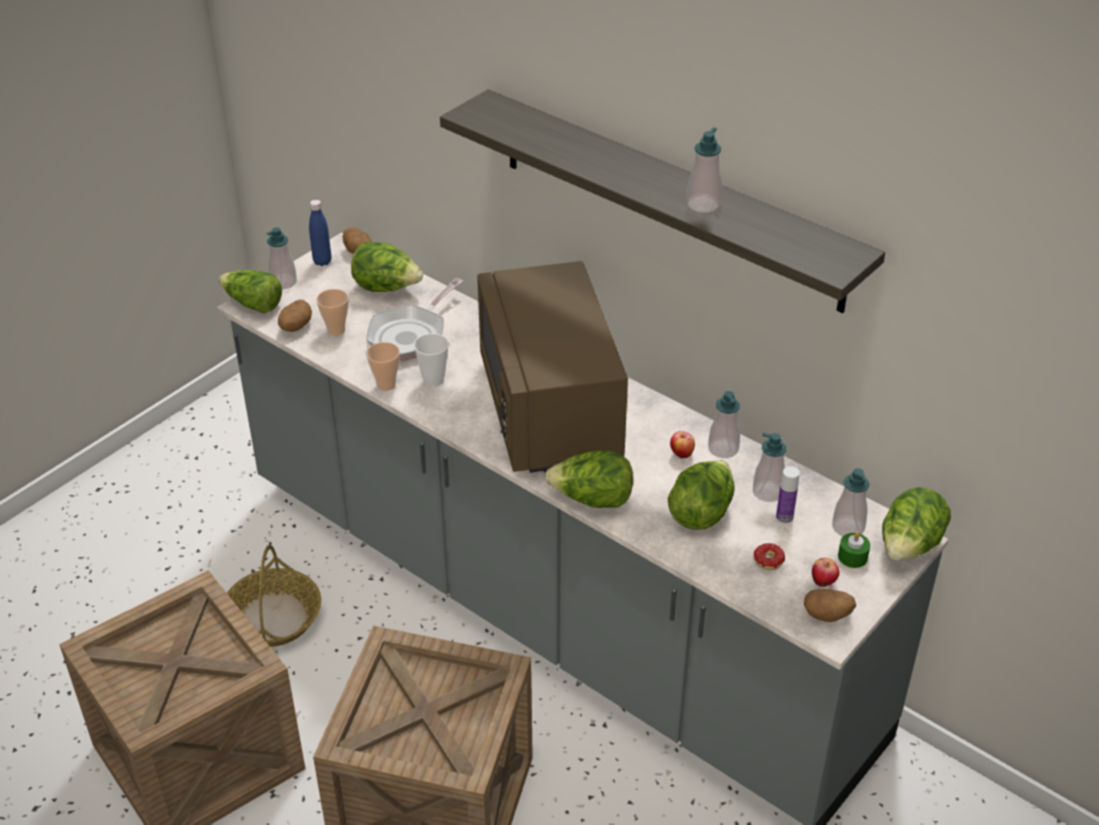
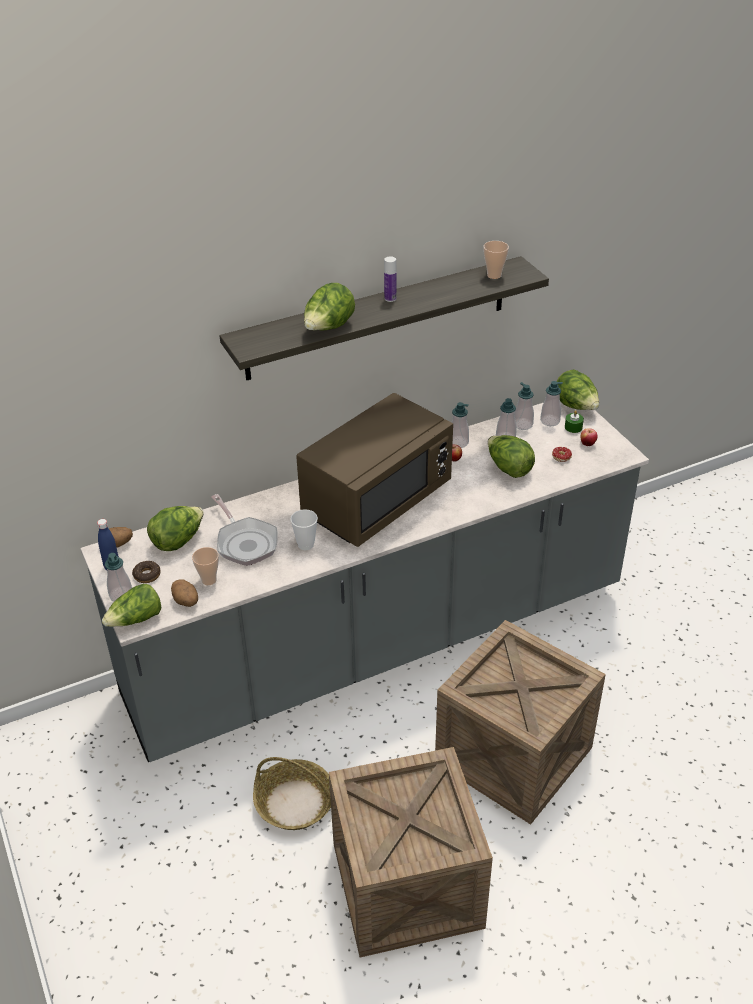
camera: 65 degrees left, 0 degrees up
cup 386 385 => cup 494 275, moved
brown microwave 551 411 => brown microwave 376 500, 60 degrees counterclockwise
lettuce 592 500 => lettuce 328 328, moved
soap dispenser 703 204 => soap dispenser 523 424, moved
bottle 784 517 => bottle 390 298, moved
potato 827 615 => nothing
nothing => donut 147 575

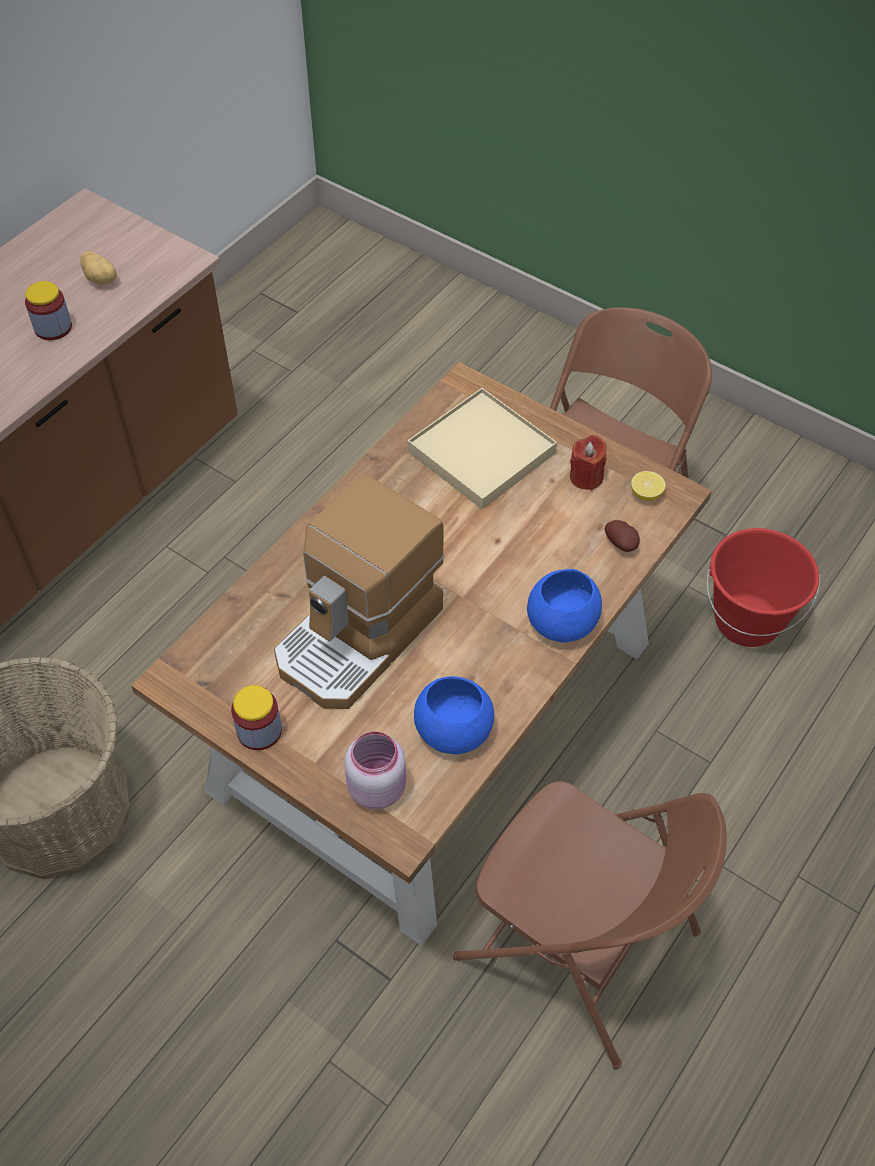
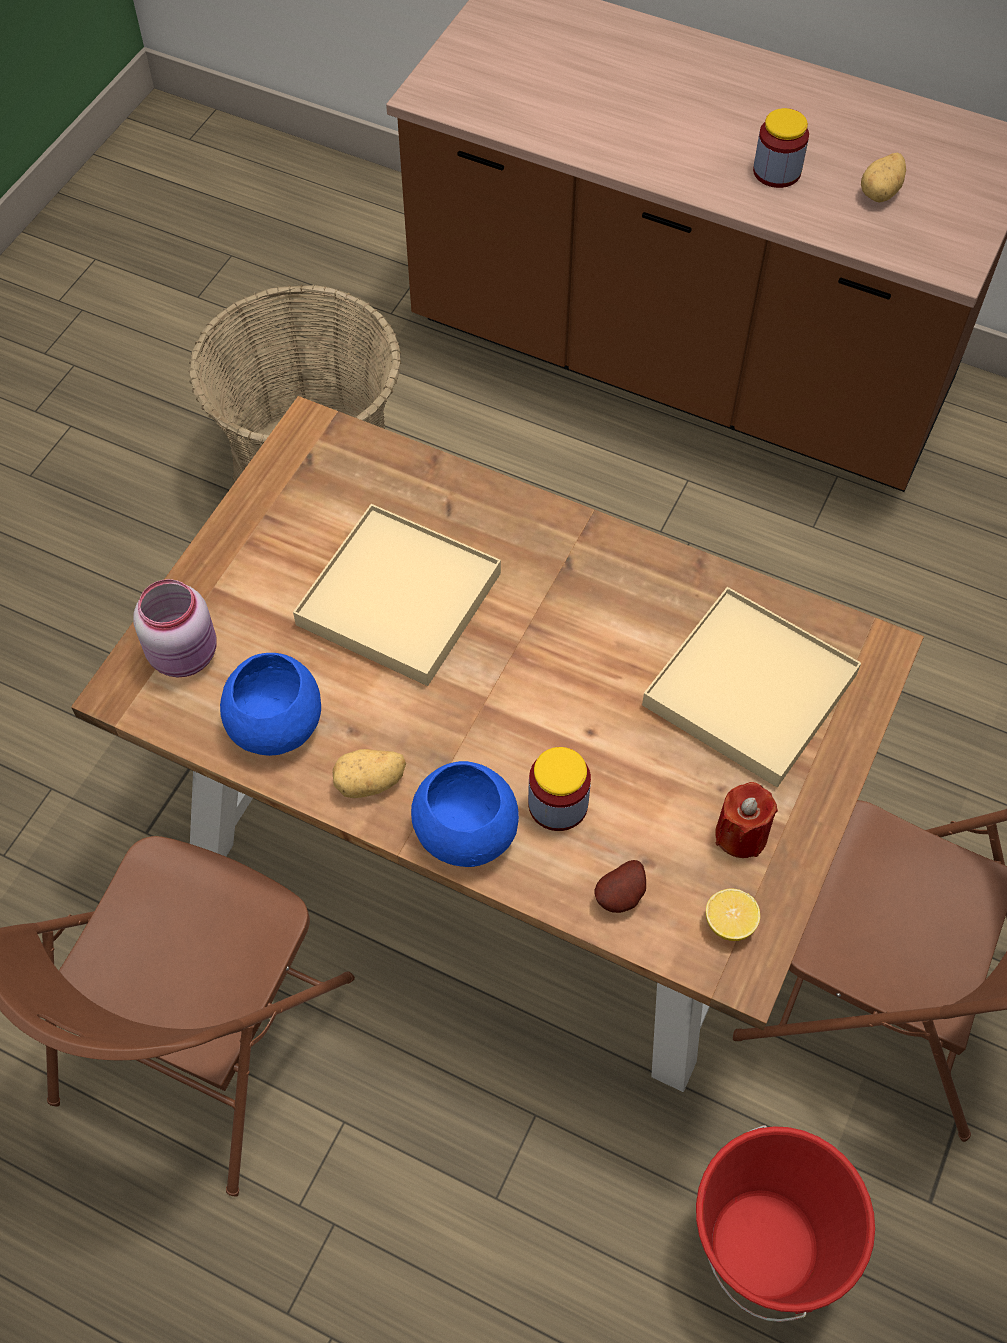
camera: 80 degrees right, 5 degrees up
jar 259 731 => jar 558 804, moved
coffee machine 360 637 => beige tray 399 599
nothing => potato 370 783

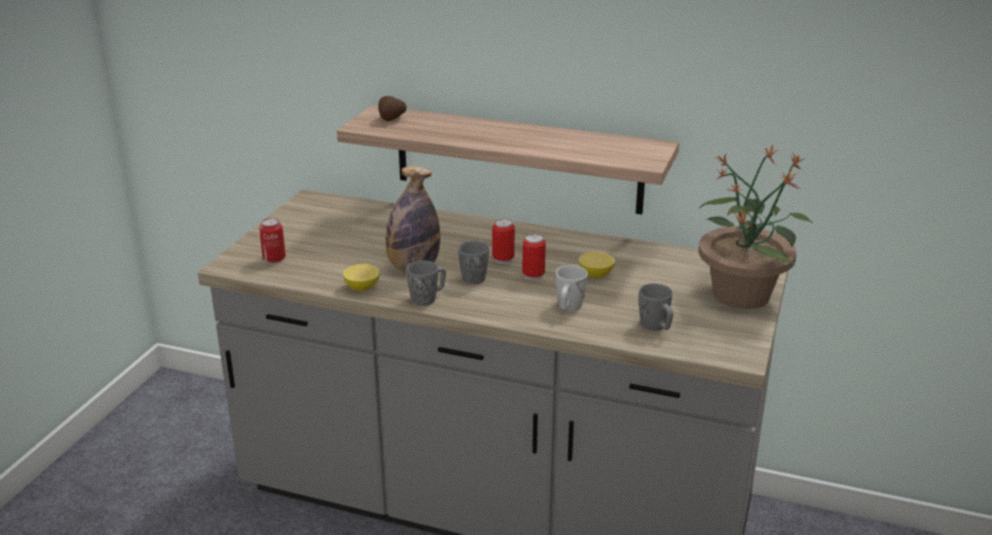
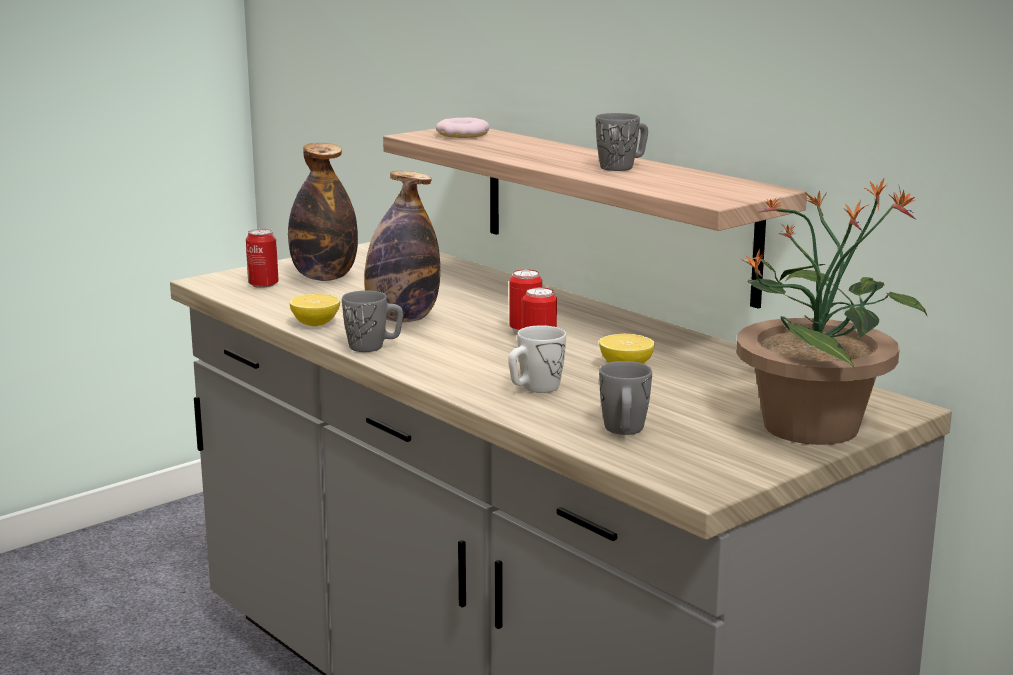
camera: 30 degrees right, 10 degrees down
potato 391 119 => donut 463 134
grey mug 476 277 => grey mug 622 167, moved
nothing => bottle 324 277

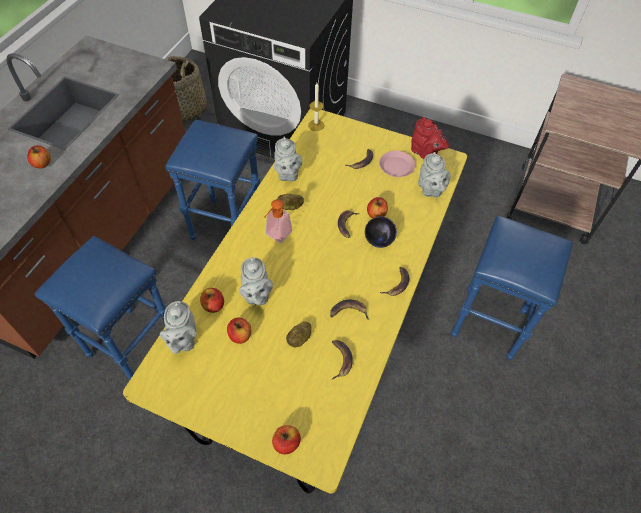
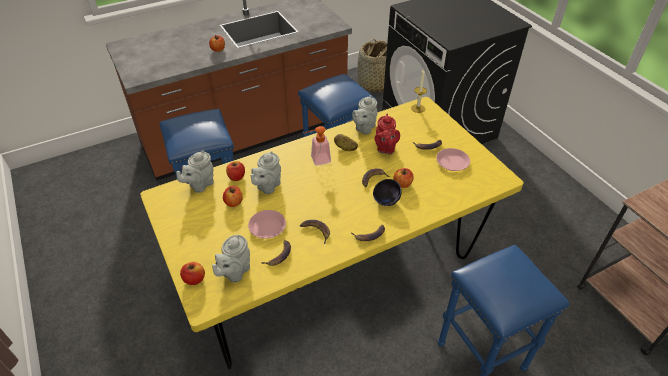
camera: 40 degrees right, 10 degrees down
potato 300 338 => pink plate 267 227
red teapot 425 153 => red teapot 385 148, moved
grey teapot 430 190 => grey teapot 235 272, moved

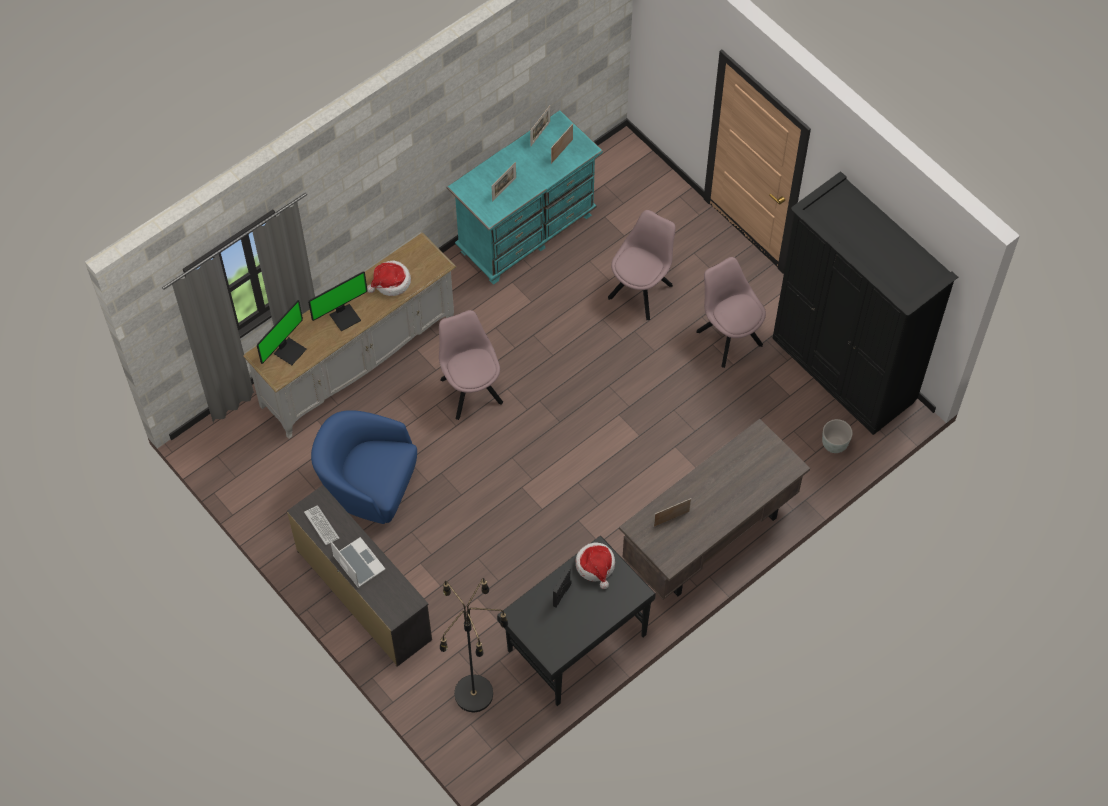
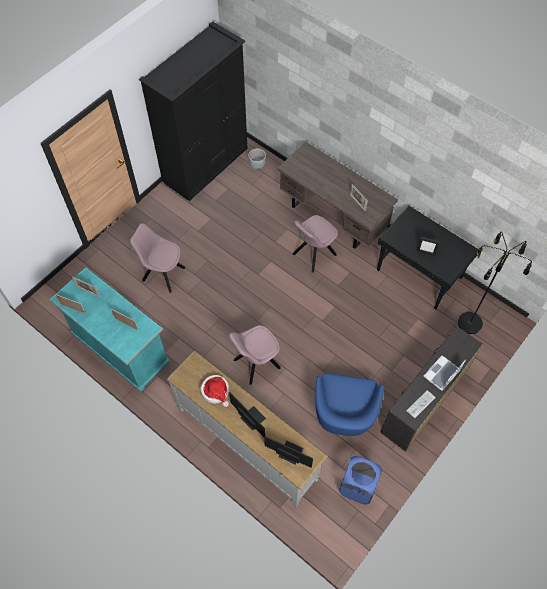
camera: 100 degrees left, 0 degrees up
hat 596 566 => nothing
pink chair 728 338 => pink chair 313 254, moved
nothing => blue laundry basket 357 487

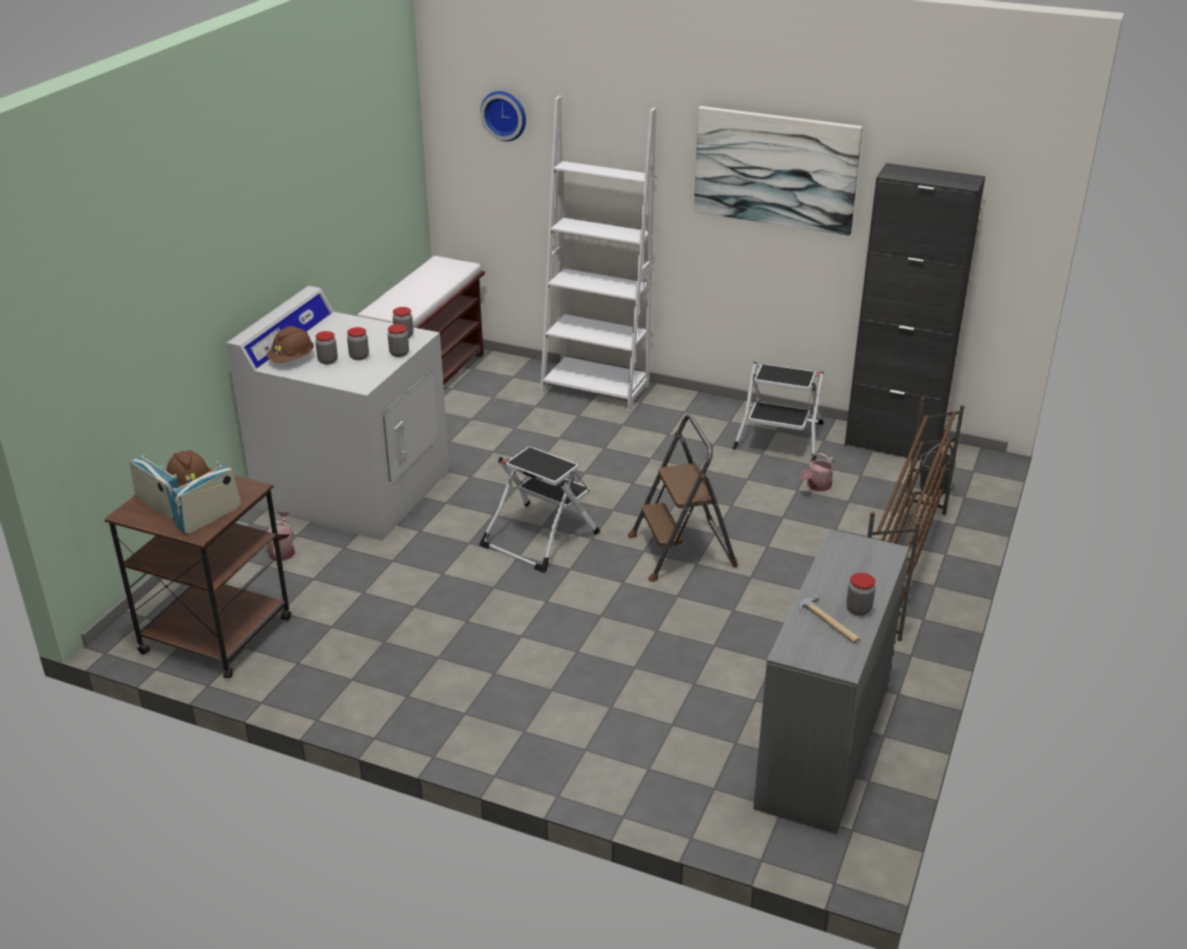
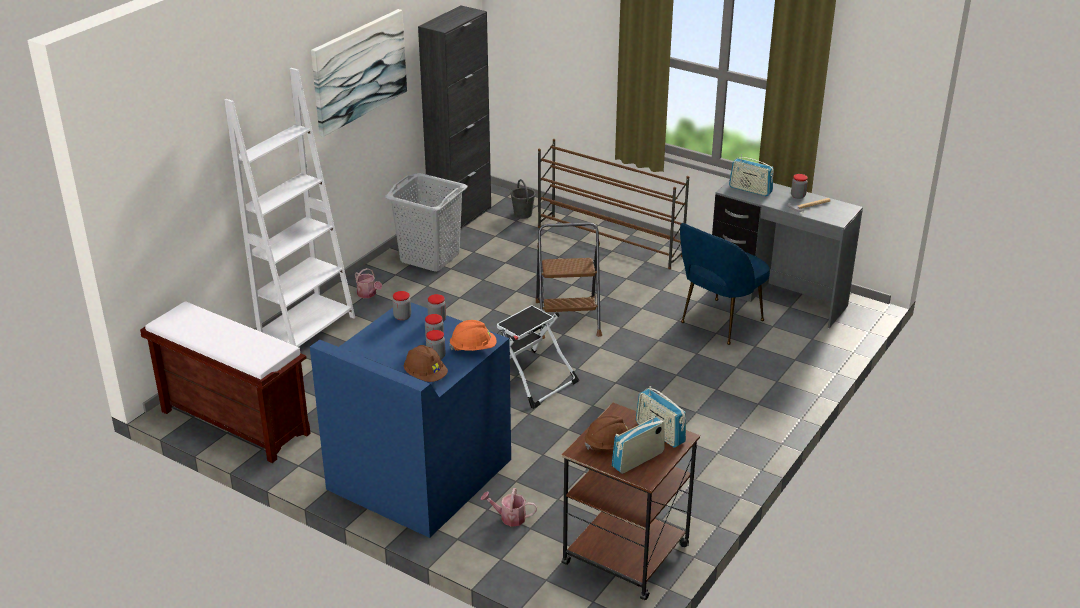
camera: 80 degrees left, 0 degrees up
white washing machine 354 488 => blue washing machine 419 473
wall clock 505 114 => nothing
step ladder 780 437 => grey laundry basket 430 257
watering can 817 486 => watering can 368 294, moved
nothing => orange hard hat 473 348
nothing => blue chair 717 324
nothing => radio 750 190

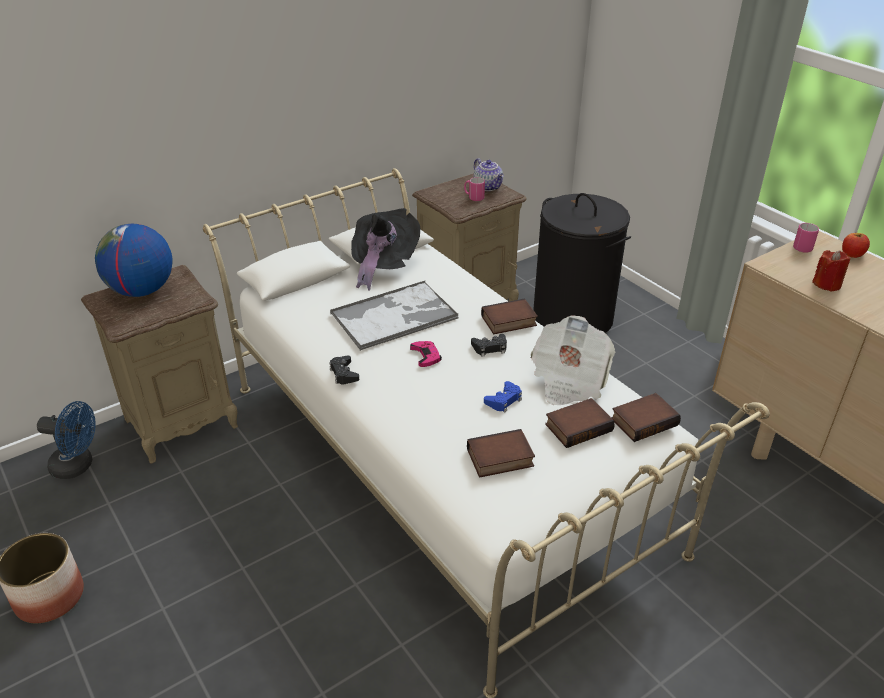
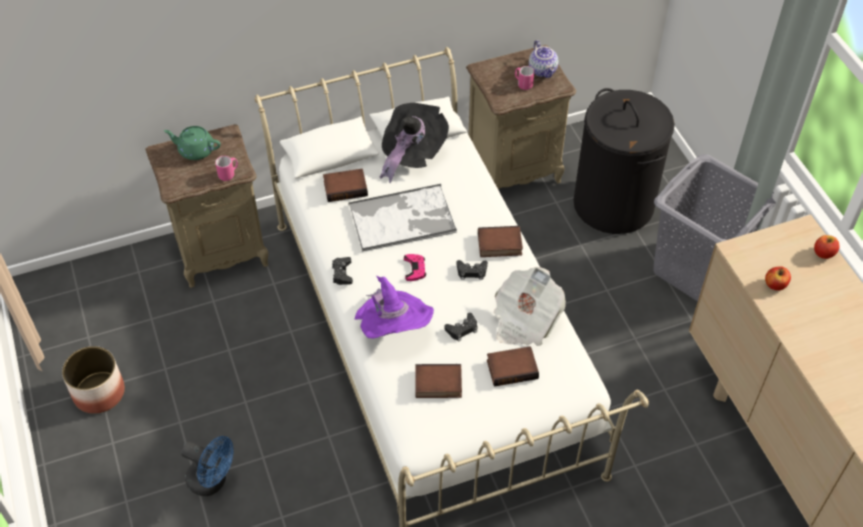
camera: 15 degrees right, 15 degrees up
blue fan 78 466 => blue fan 212 481, moved
globe 141 291 => green teapot 195 150
blue game controller 504 400 => black game controller 462 329
book 644 420 => book 346 187, moved
pink mug 803 247 => pink mug 229 174, moved
red candle 827 284 => apple 775 284
nothing => purple hat 392 329
nothing => grey laundry basket 695 271

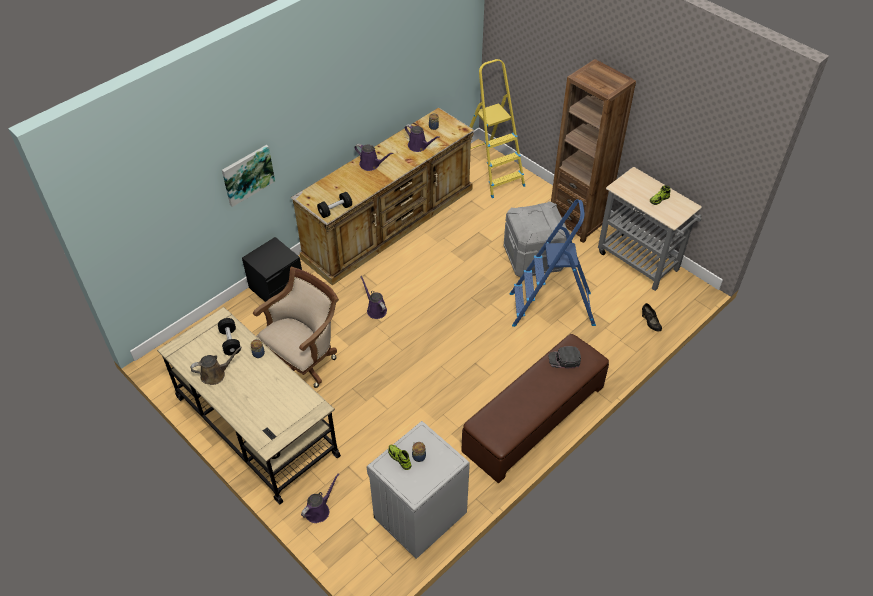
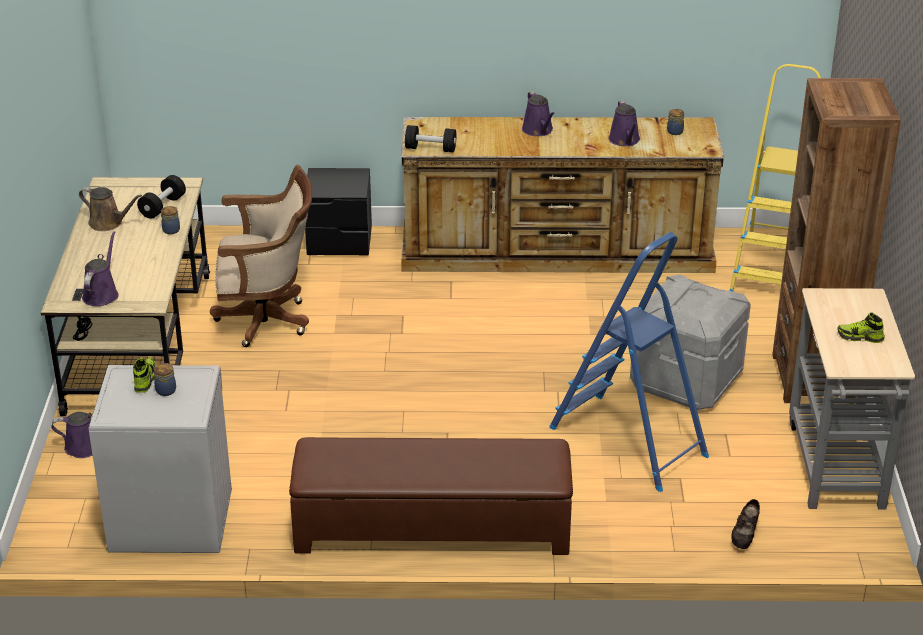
camera: 45 degrees right, 15 degrees down
picture 247 174 => nothing
purple watering can 375 309 => purple watering can 102 294, moved
black cap 564 359 => nothing

